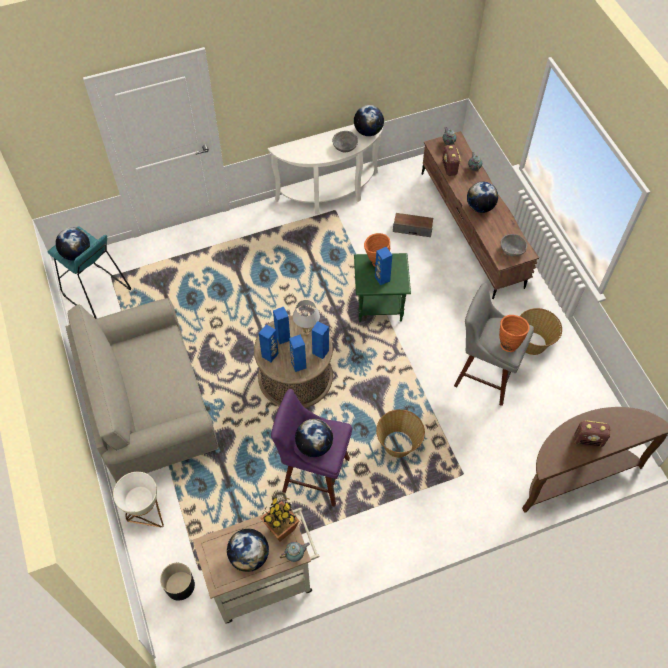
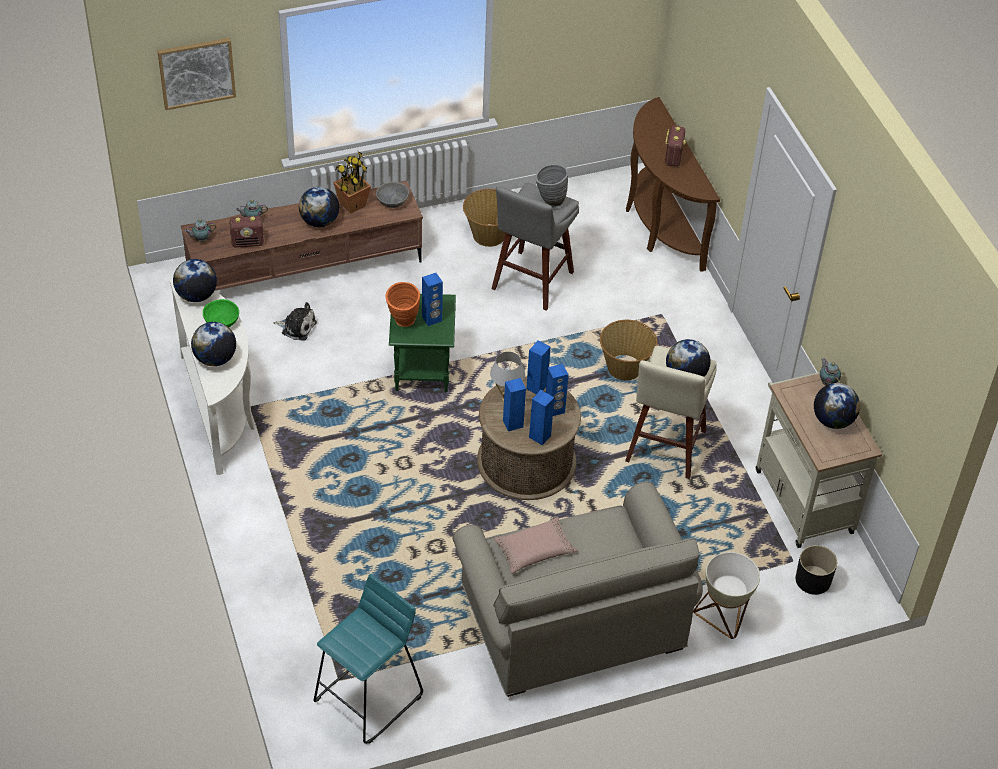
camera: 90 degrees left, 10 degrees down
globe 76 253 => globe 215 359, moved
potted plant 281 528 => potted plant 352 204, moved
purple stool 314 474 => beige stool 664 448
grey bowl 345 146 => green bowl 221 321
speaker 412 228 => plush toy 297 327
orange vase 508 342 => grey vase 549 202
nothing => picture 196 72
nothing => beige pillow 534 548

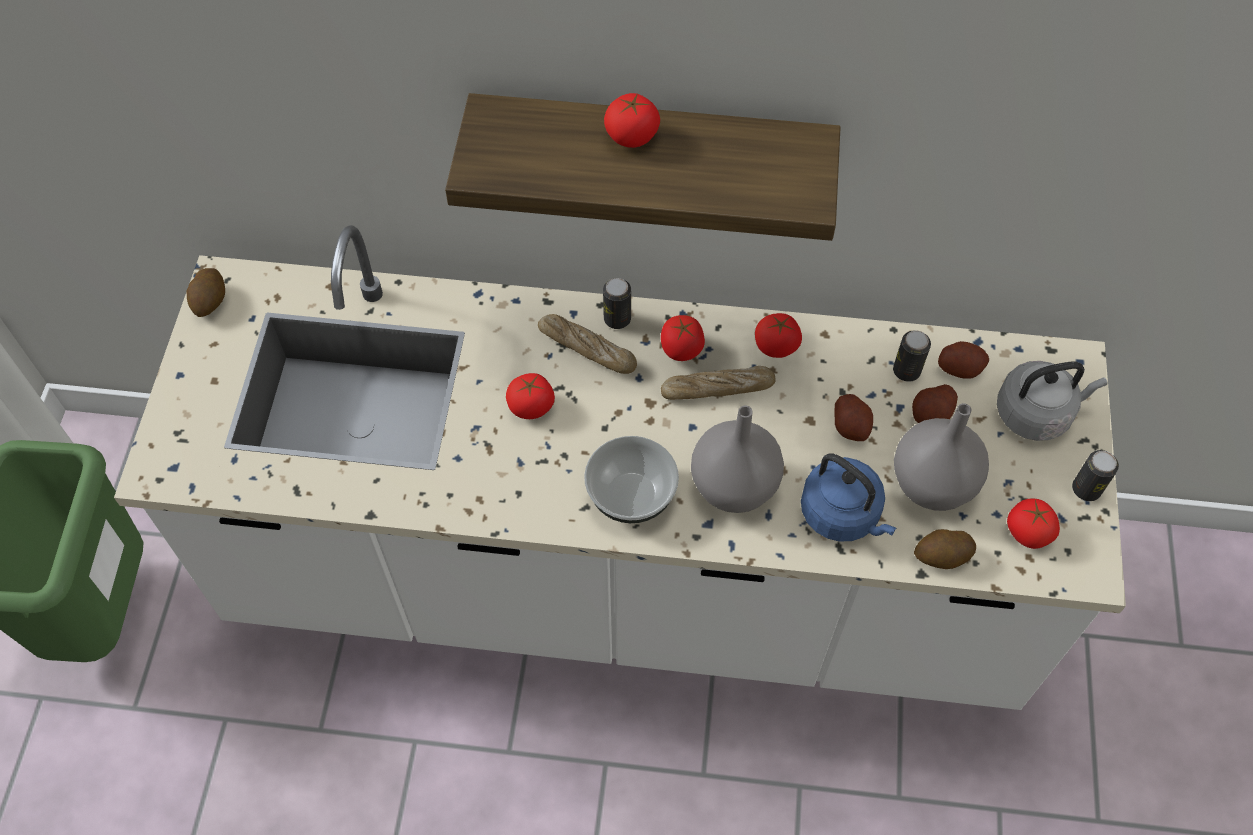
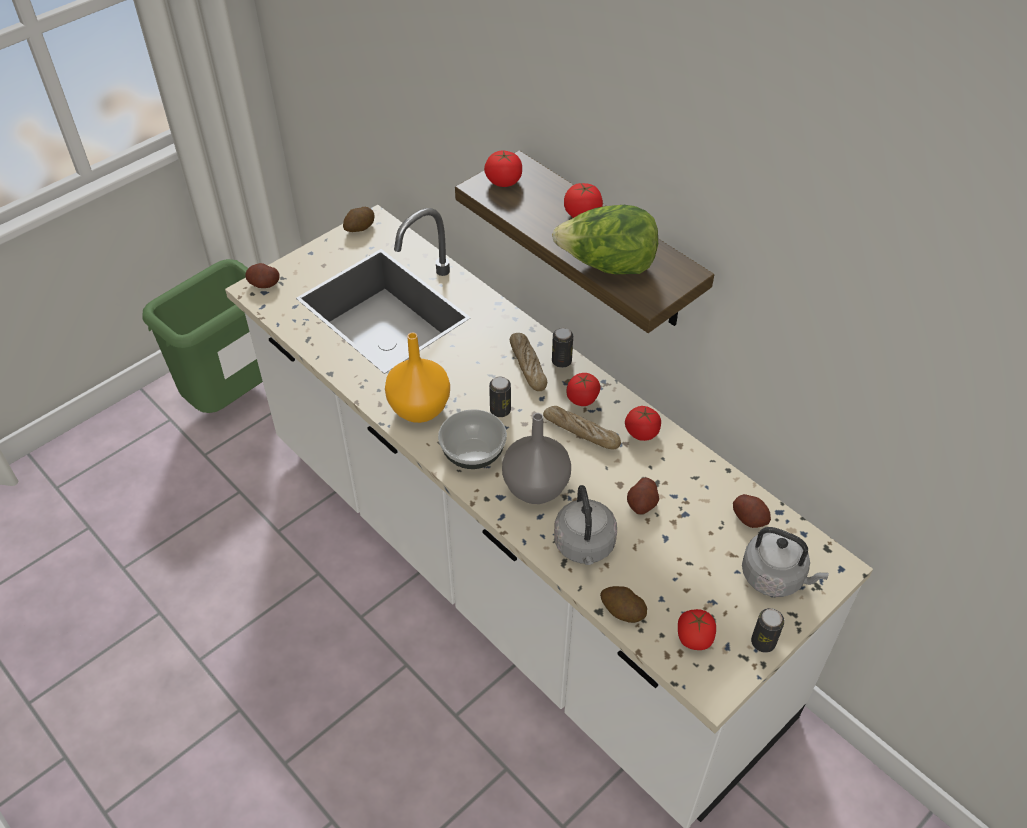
camera: 40 degrees right, 10 degrees down
tomato 531 406 => tomato 503 181, moved
blue kettle 843 515 => grey kettle 584 546
can 906 371 => can 500 410, moved
grey vase 930 485 => nothing
potato 931 413 => potato 264 284, moved
nothing => orange vase 419 408
nothing => lettuce 607 266

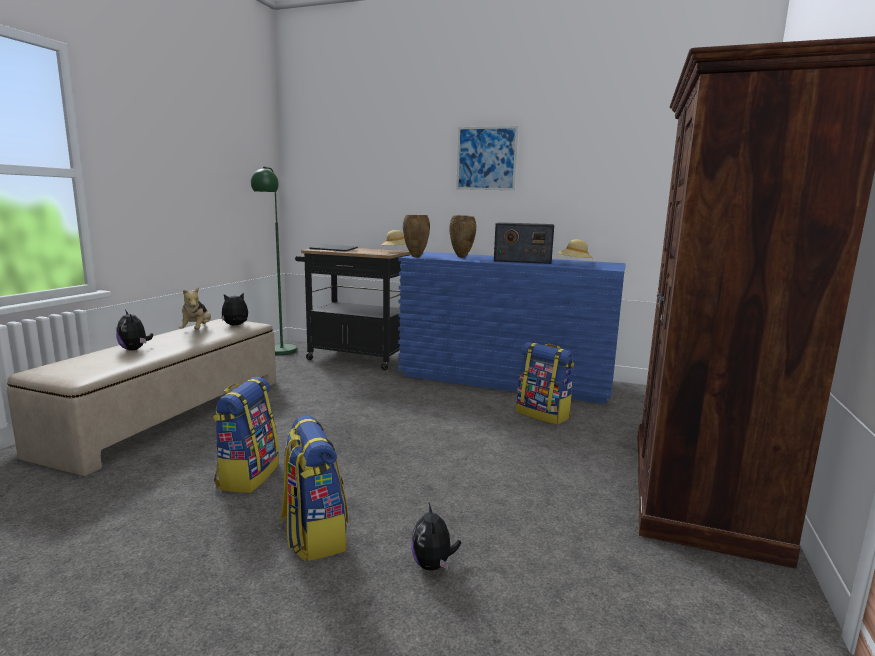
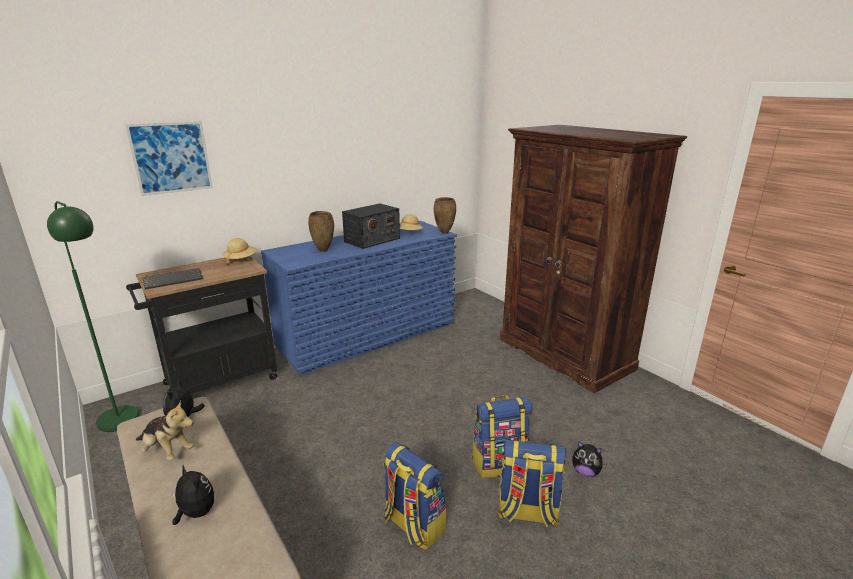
camera: 55 degrees left, 10 degrees up
plush toy 135 349 => plush toy 196 513, 135 degrees counterclockwise
brown vase 415 256 => brown vase 444 233, moved
picture 486 158 => picture 171 158, moved
backpack 543 415 => backpack 499 463, moved

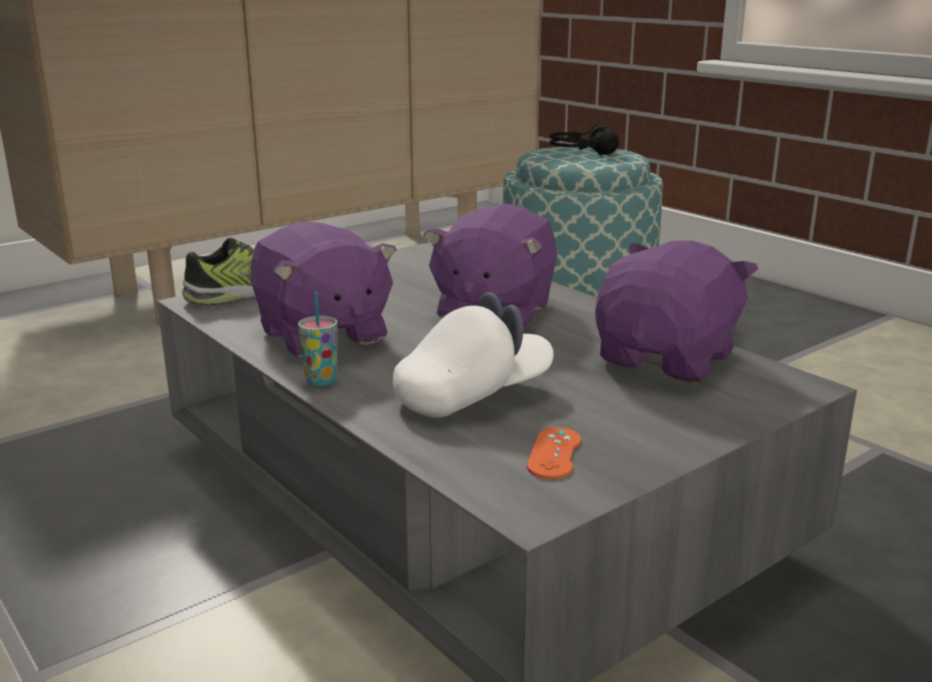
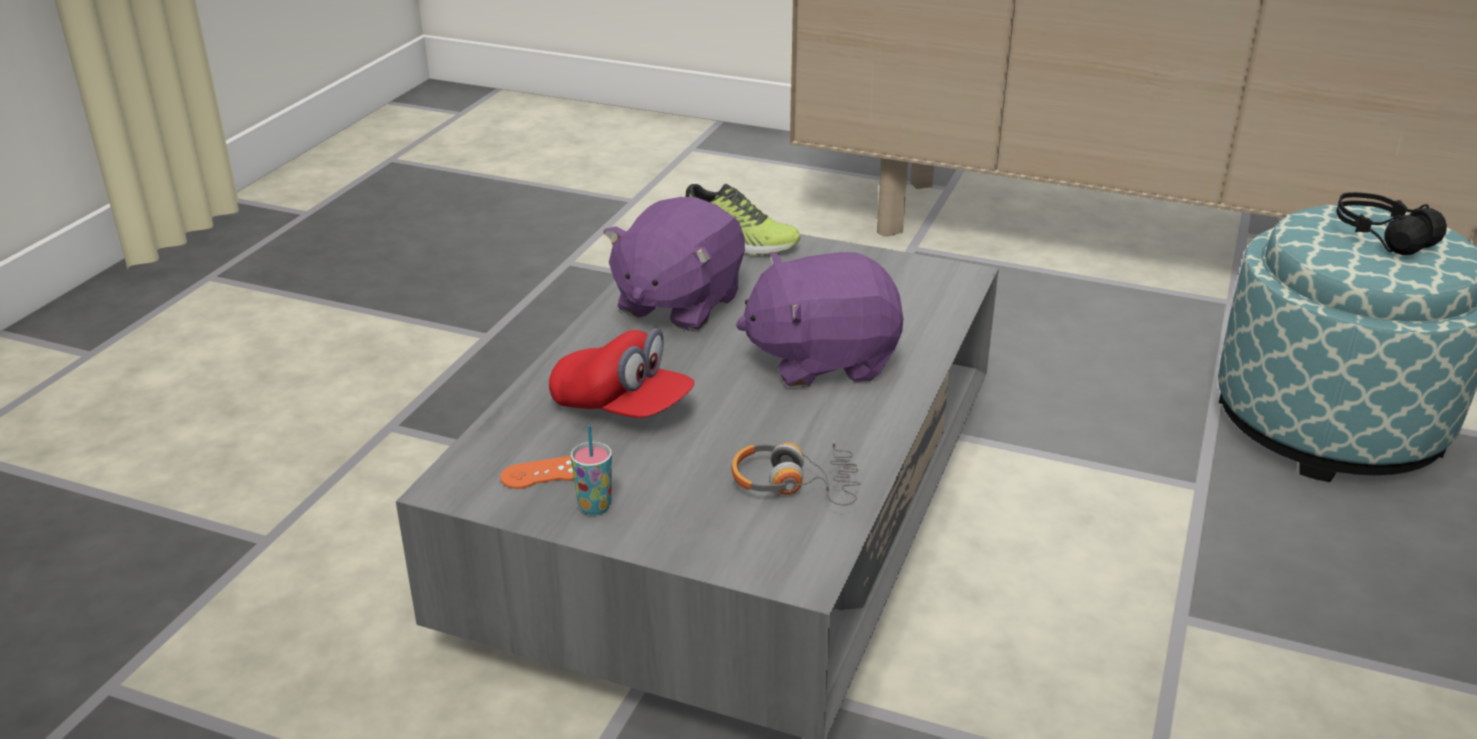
camera: 60 degrees right, 10 degrees up
cup 321 380 => cup 595 507, moved
white cap 473 395 => red cap 622 407
purple plush toy 668 359 => headphones 795 483

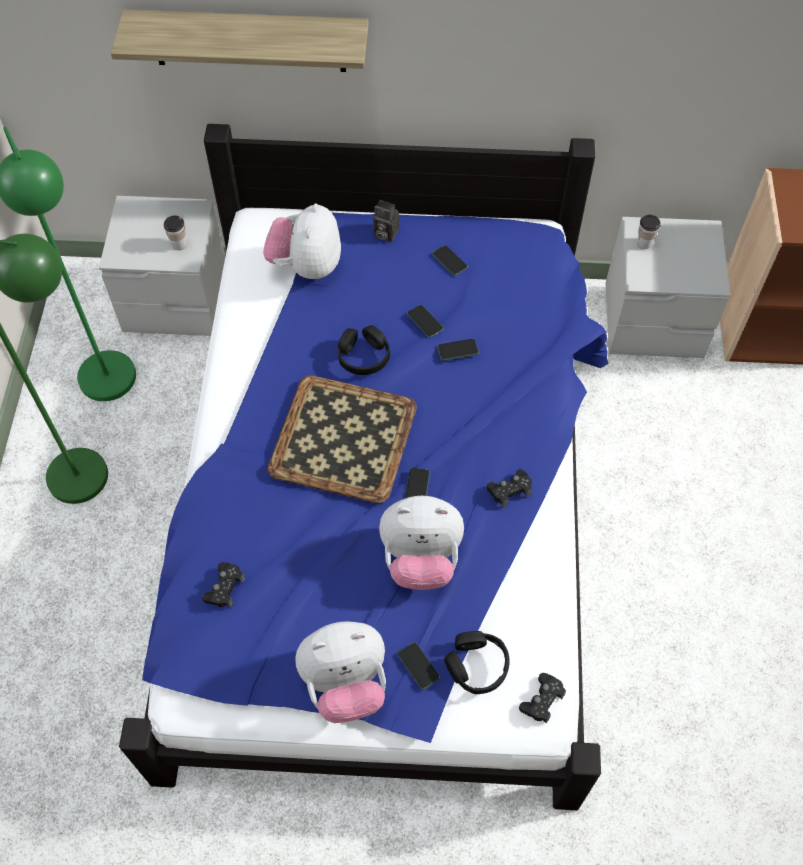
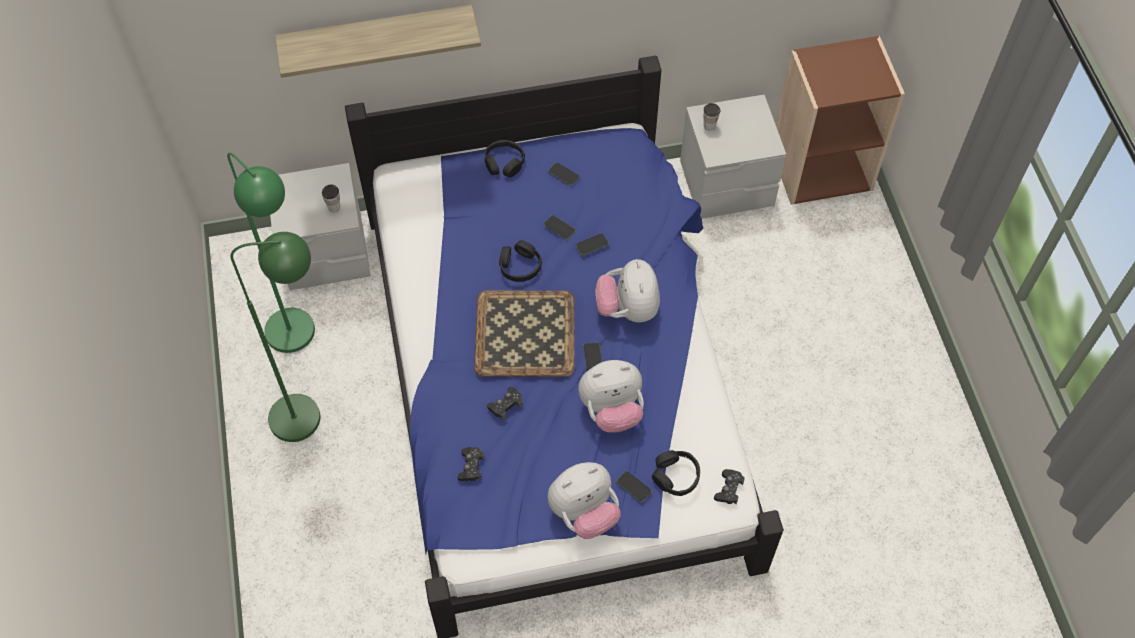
camera: 15 degrees left, 0 degrees up
plush toy 306 266 => plush toy 627 309, moved
photo camera 384 233 => black headphones 504 163
black game controller 509 490 => black game controller 505 405, moved

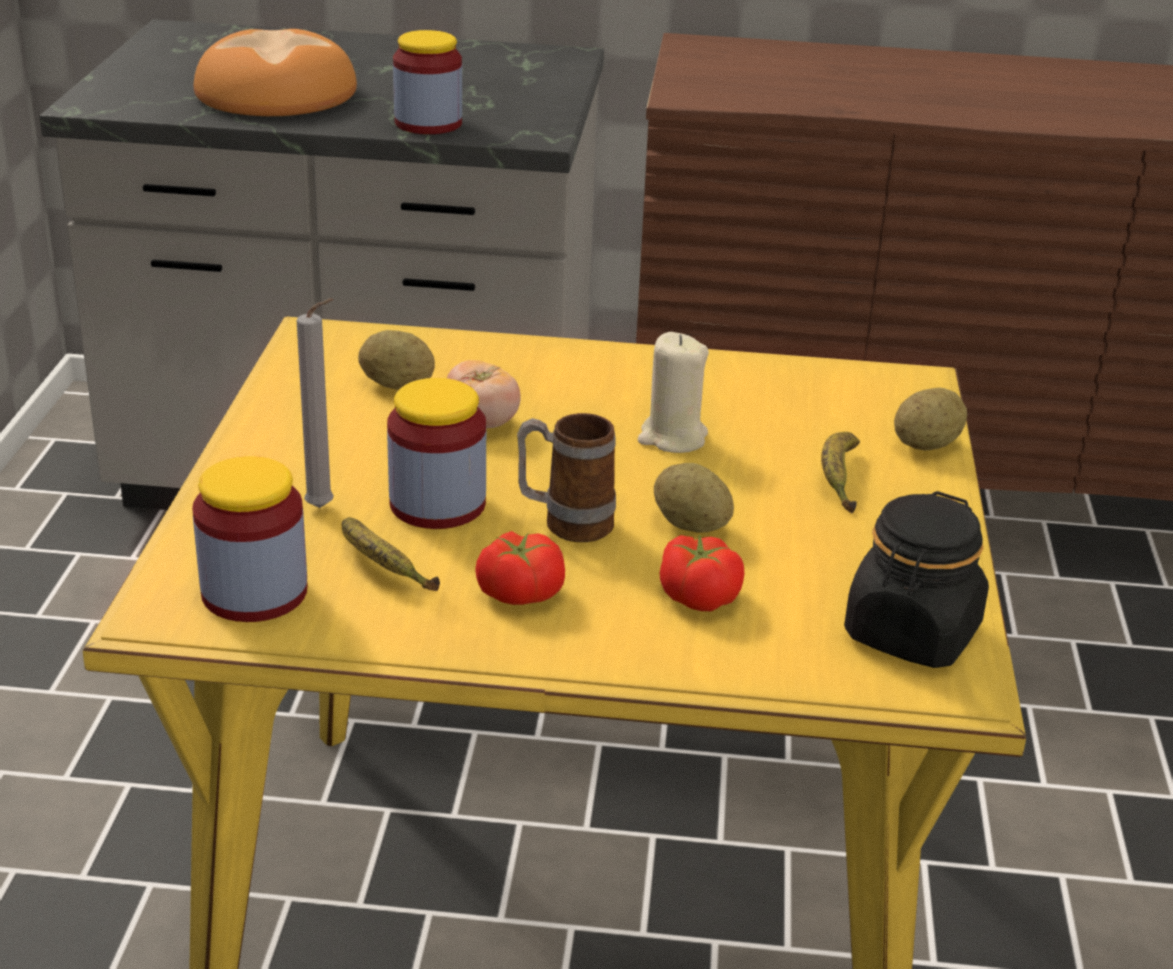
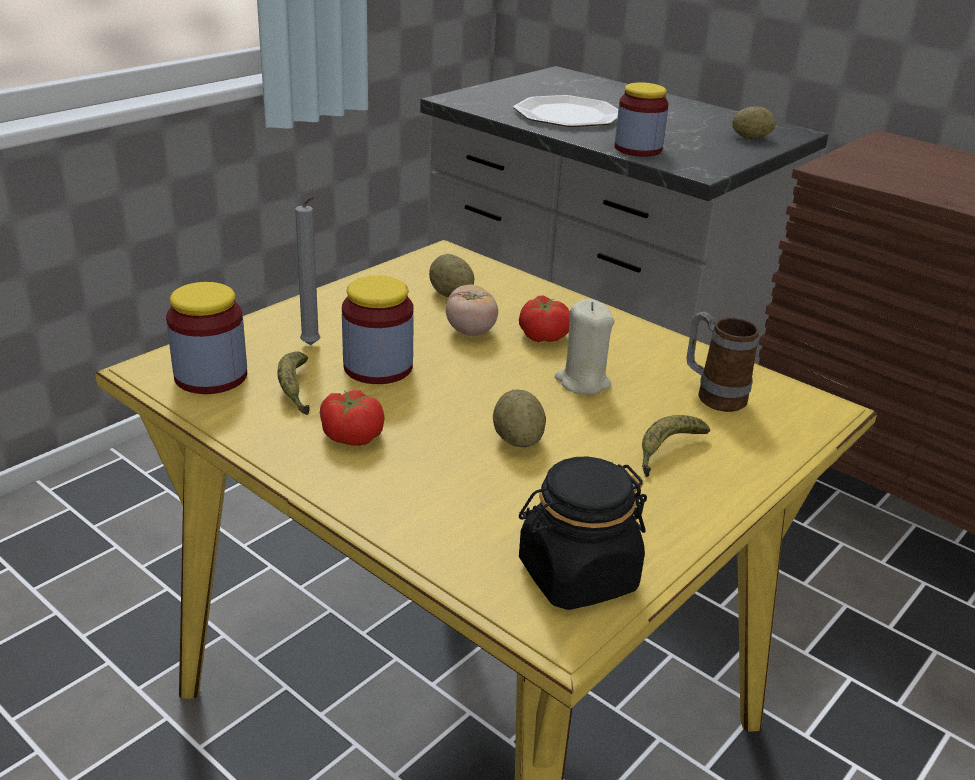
camera: 35 degrees right, 0 degrees up
bread 276 93 => plate 568 114
mug 565 524 => mug 713 395, moved
tomato 699 596 => tomato 544 336, moved
potato 926 445 => potato 751 138, moved

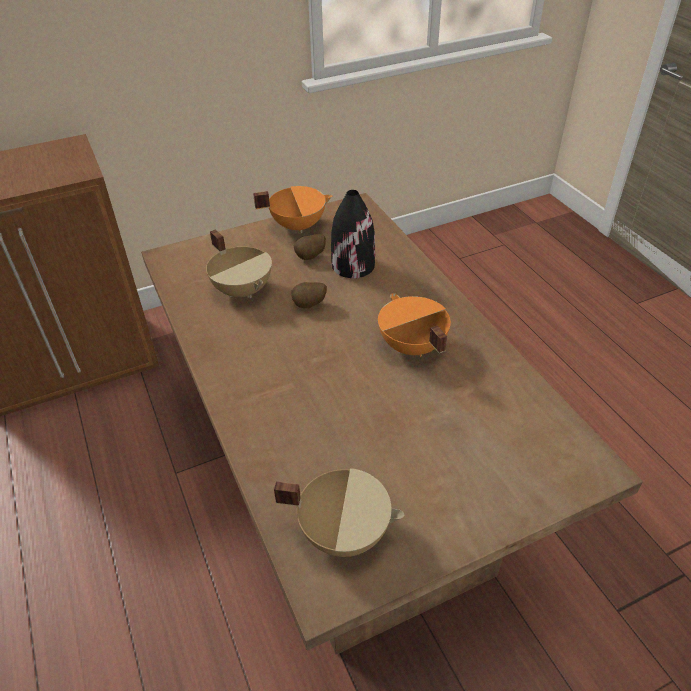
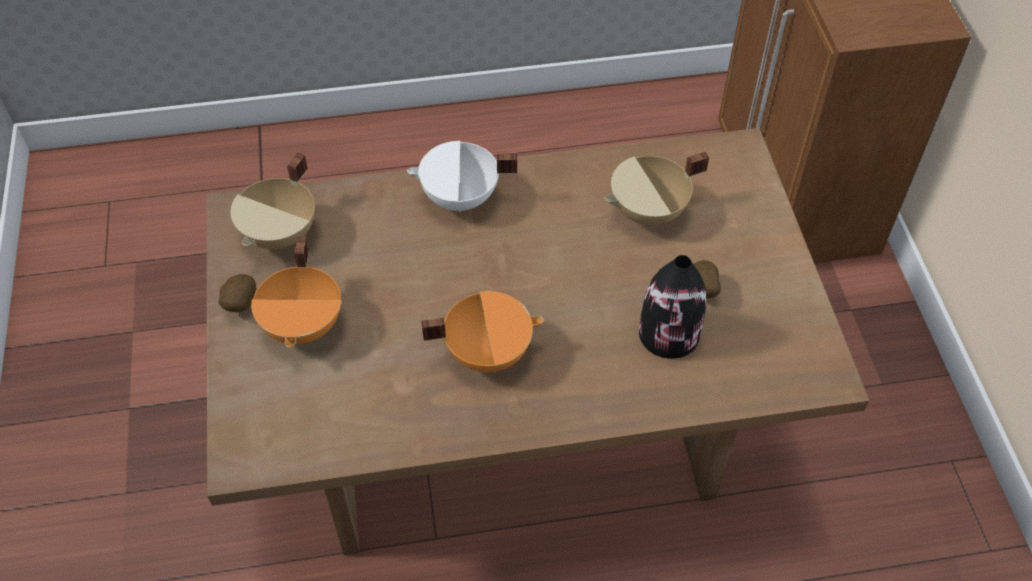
camera: 105 degrees right, 10 degrees up
orange cooking pot 297 225 => orange cooking pot 305 325, moved
potato 309 306 => potato 239 304, moved
nothing => white cooking pot 460 199

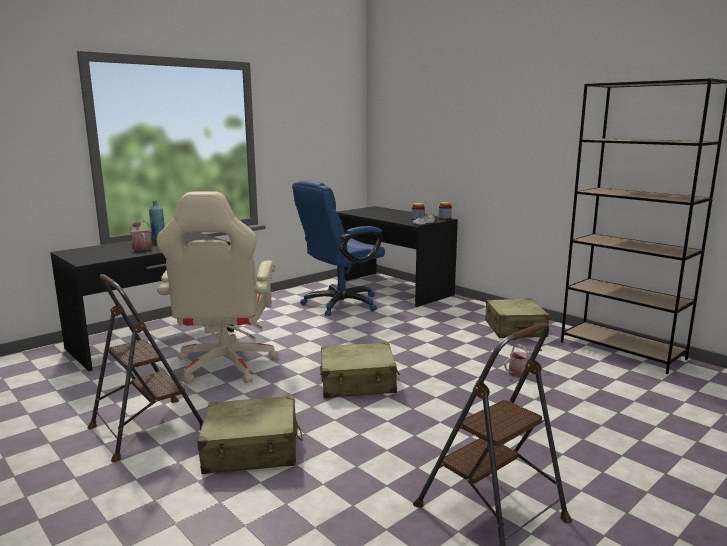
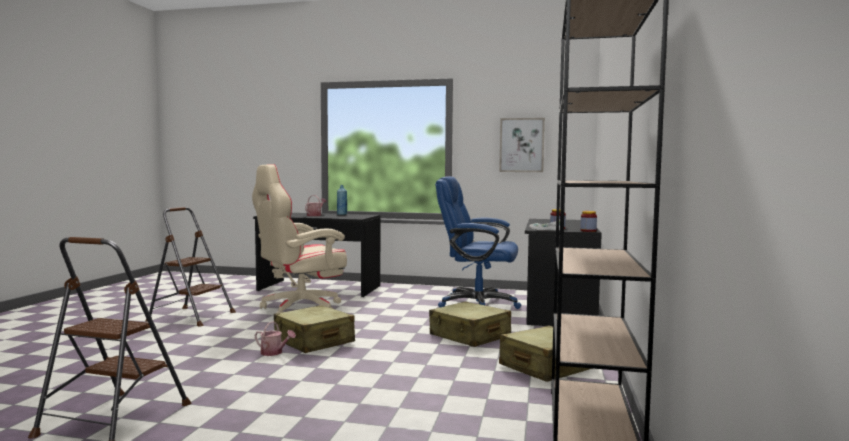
camera: 55 degrees right, 10 degrees down
beige suitcase 252 450 => beige suitcase 469 336, moved
watering can 521 372 => watering can 274 353, moved
nothing => picture 521 145

